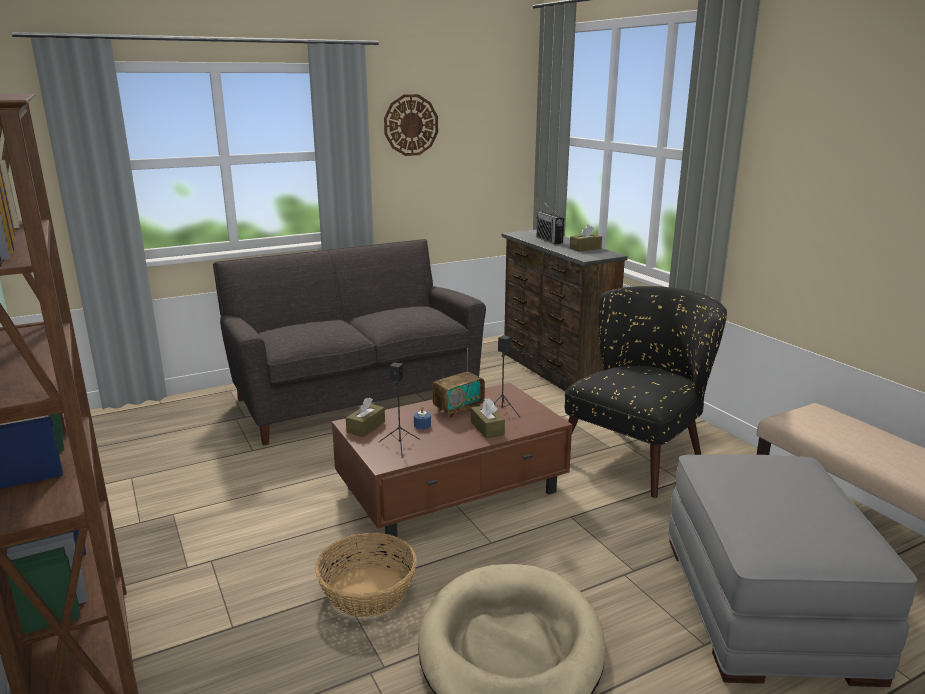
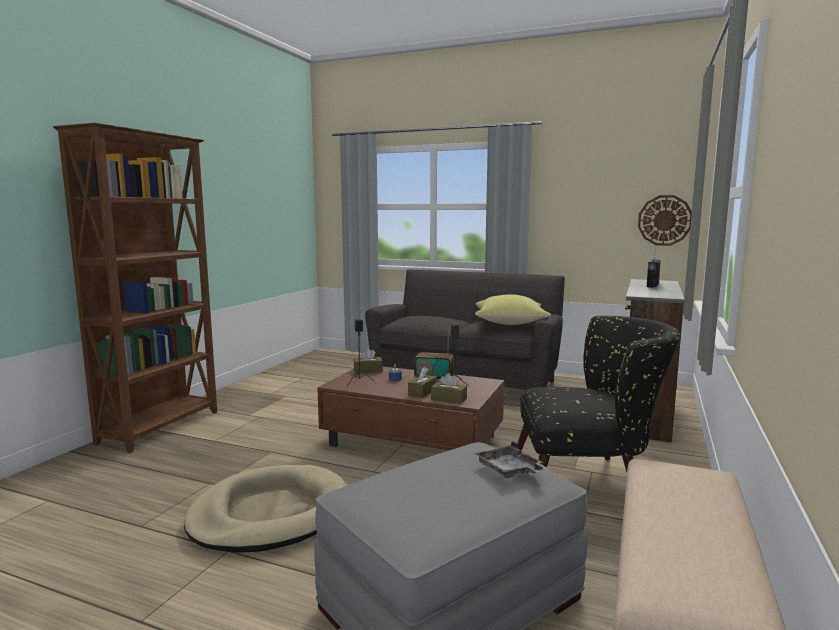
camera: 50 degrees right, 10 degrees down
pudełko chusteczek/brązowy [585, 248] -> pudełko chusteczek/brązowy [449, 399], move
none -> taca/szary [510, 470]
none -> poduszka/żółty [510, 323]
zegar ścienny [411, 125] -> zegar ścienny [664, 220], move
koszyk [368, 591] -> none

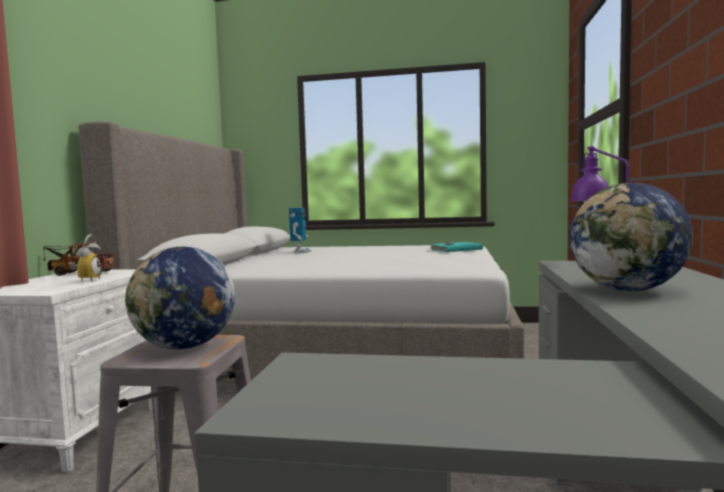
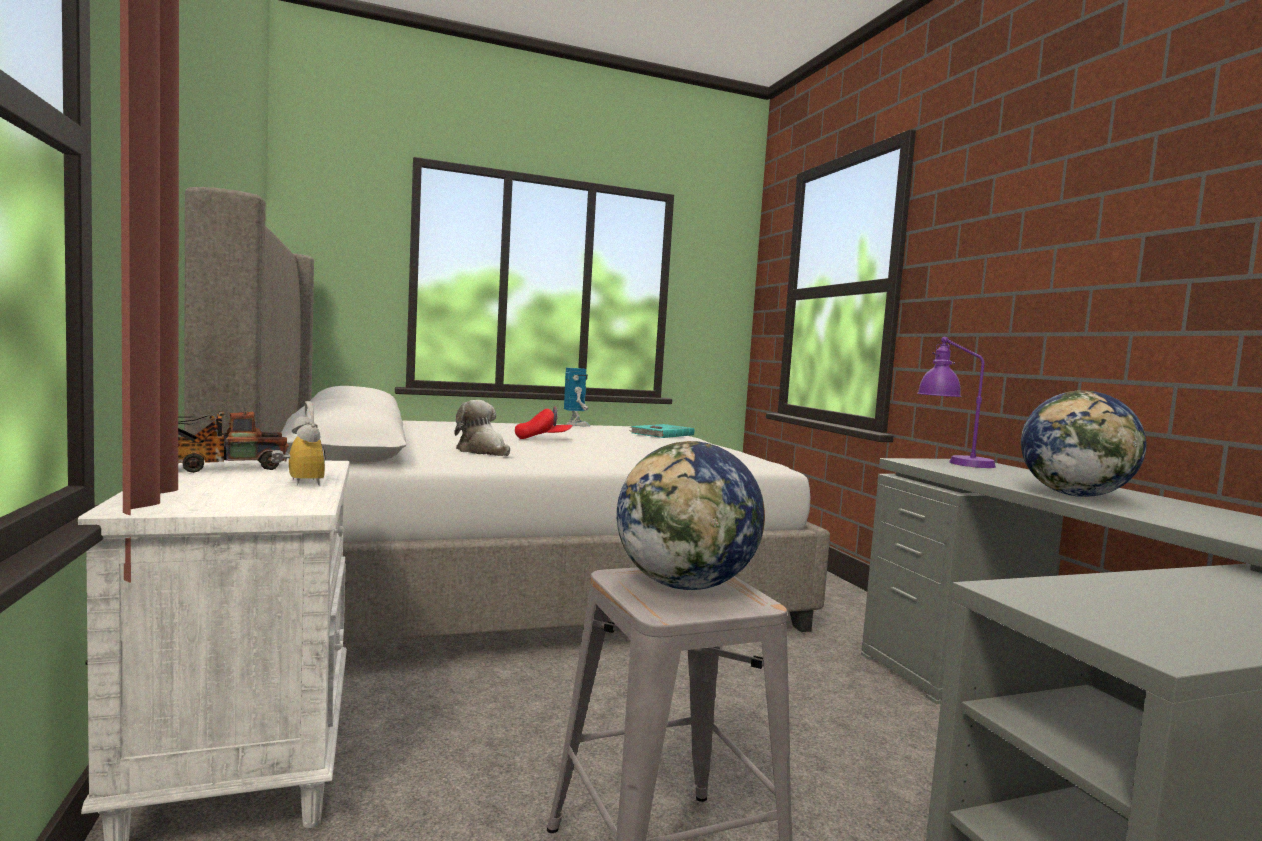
camera: 30 degrees left, 0 degrees up
none -> pluszak [483, 451]
none -> czapka z daszkiem/czerwony [543, 439]
robot zabawkowy [300, 252] -> robot zabawkowy [575, 425], move

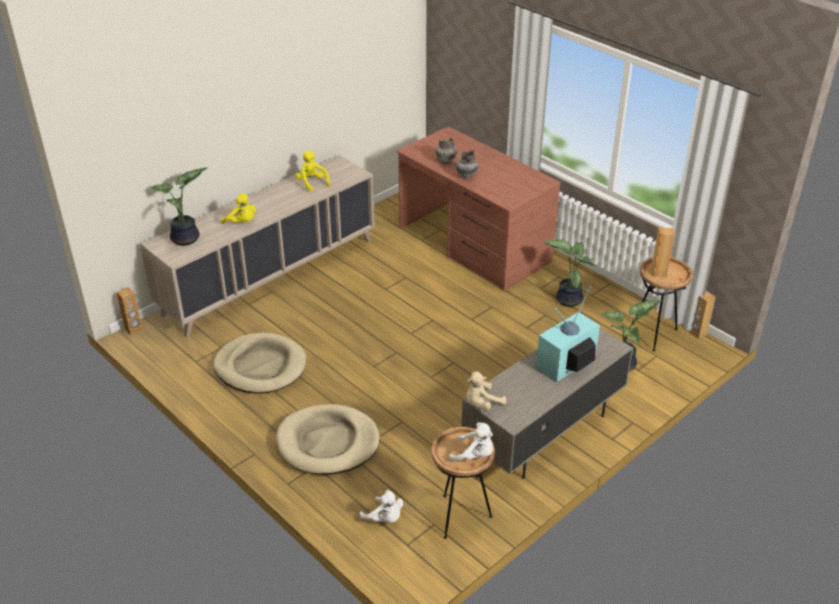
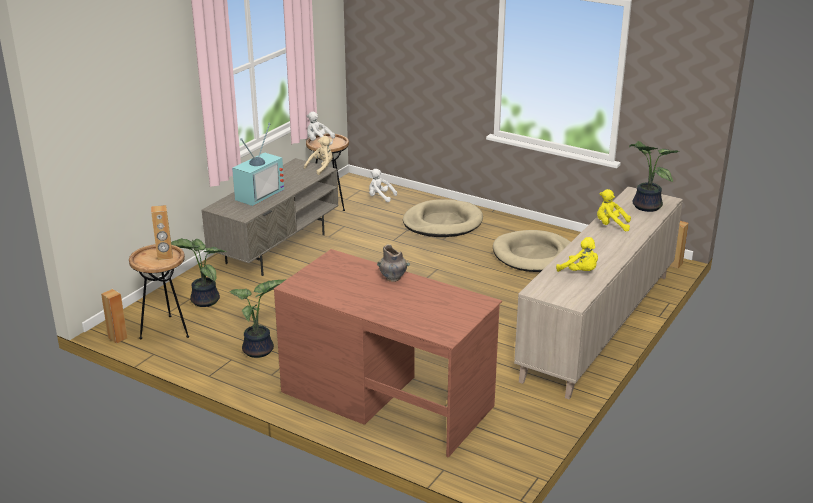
camera: 165 degrees right, 10 degrees down
wazon/szary [446, 161] -> none

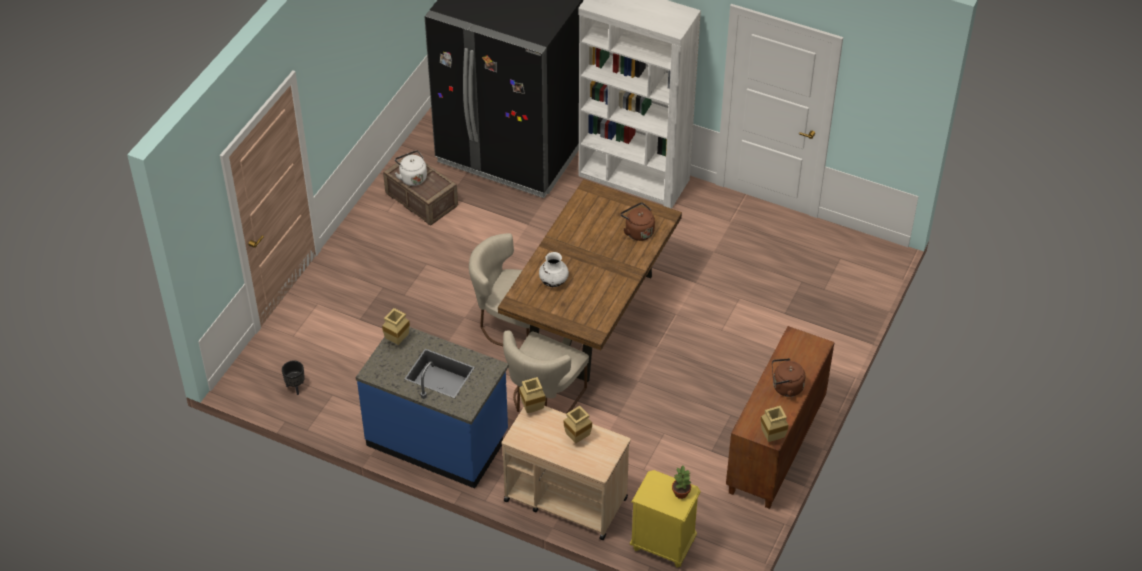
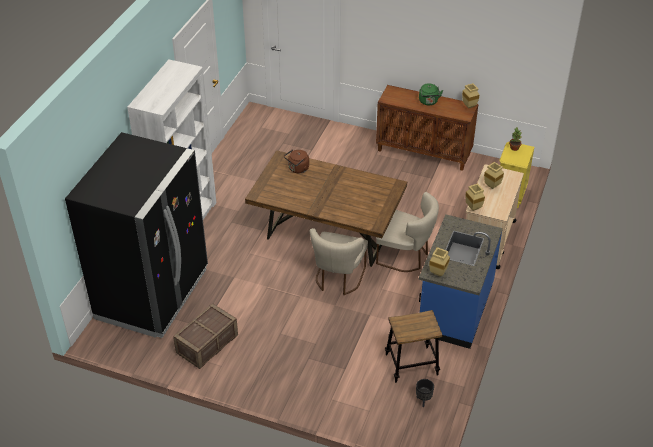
camera: 95 degrees left, 5 degrees down
none -> stołek [411, 365]
czajnik/brązowy [785, 387] -> czajnik/zielony [428, 102]
czajnik/biały [412, 177] -> none
wazon/biały [553, 282] -> none

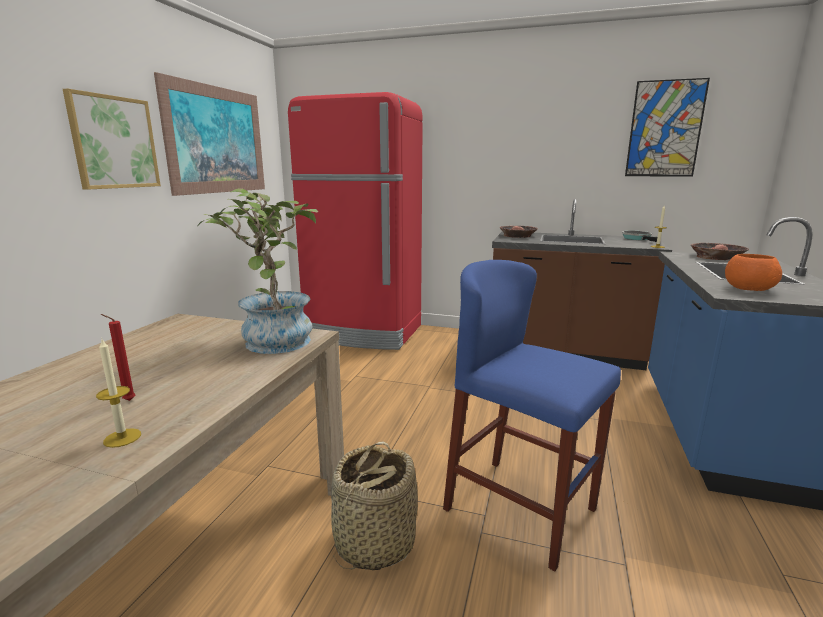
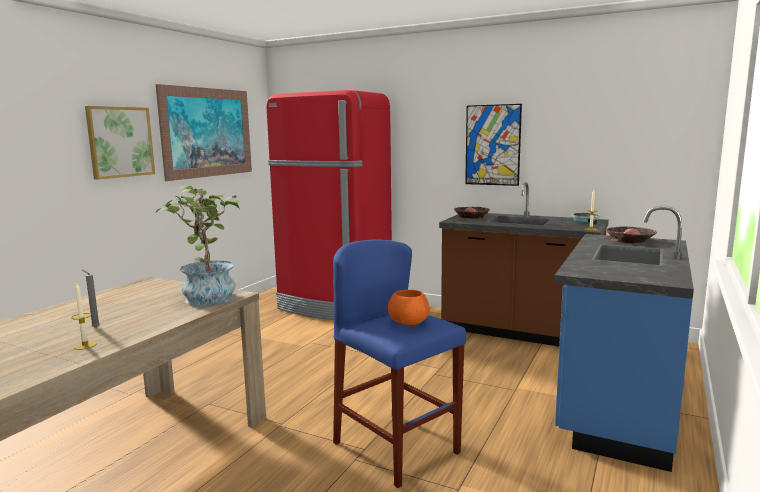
camera: 10 degrees right, 5 degrees down
świeca/czerwony [127, 401] -> świeca/szary [94, 328]
miska/pomarańczowy [748, 289] -> miska/pomarańczowy [409, 322], move
obraz [665, 129] -> obraz [492, 145], move
koszyk [374, 542] -> none

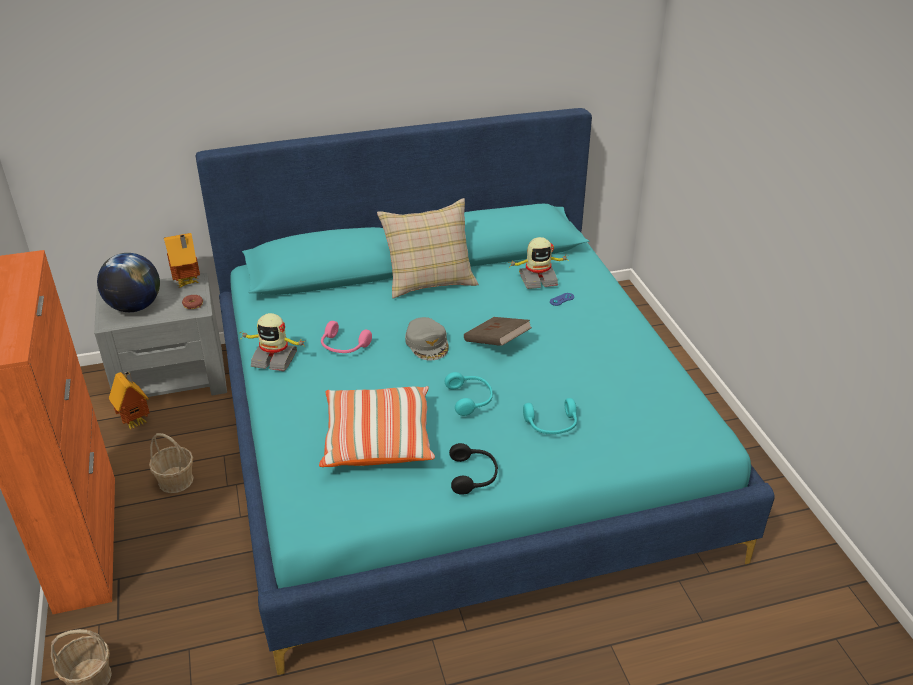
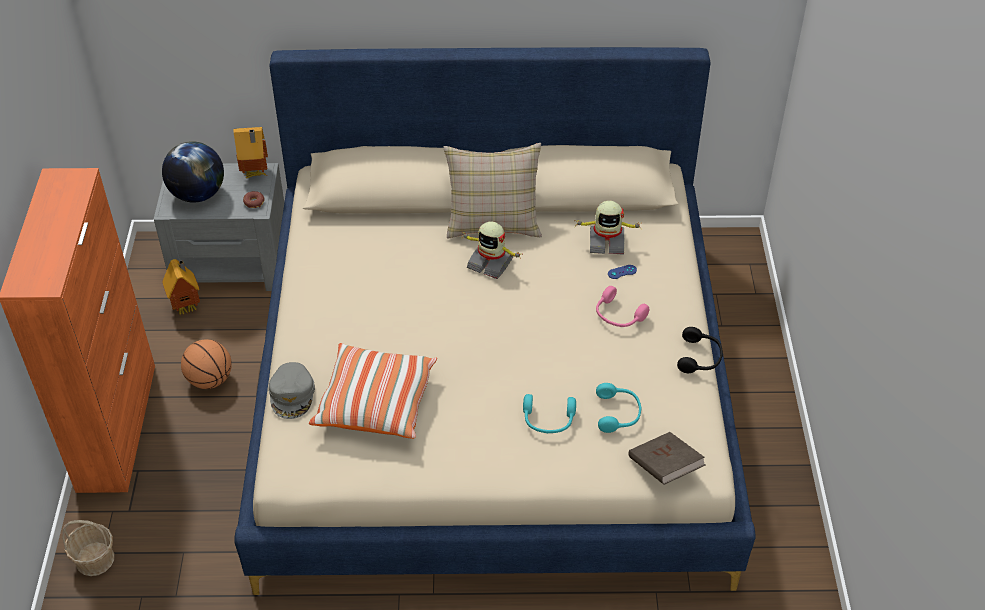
camera: 15 degrees right, 10 degrees up
koszyk [176, 480] -> piłka do koszykówki [210, 380]
łóżko/turkusowy [456, 440] -> łóżko/beżowy [492, 392]
czapka z daszkiem/szary [427, 343] -> czapka z daszkiem/szary [292, 394], move
robot zabawkowy [275, 358] -> robot zabawkowy [490, 262], move
słuchawki/różowy [343, 346] -> słuchawki/różowy [618, 316], move
słuchawki/turkusowy [470, 399] -> słuchawki/turkusowy [618, 413], move
książka/brązowy [496, 343] -> książka/brązowy [664, 468], move
słuchawki/czarny [473, 475] -> słuchawki/czarny [700, 358], move

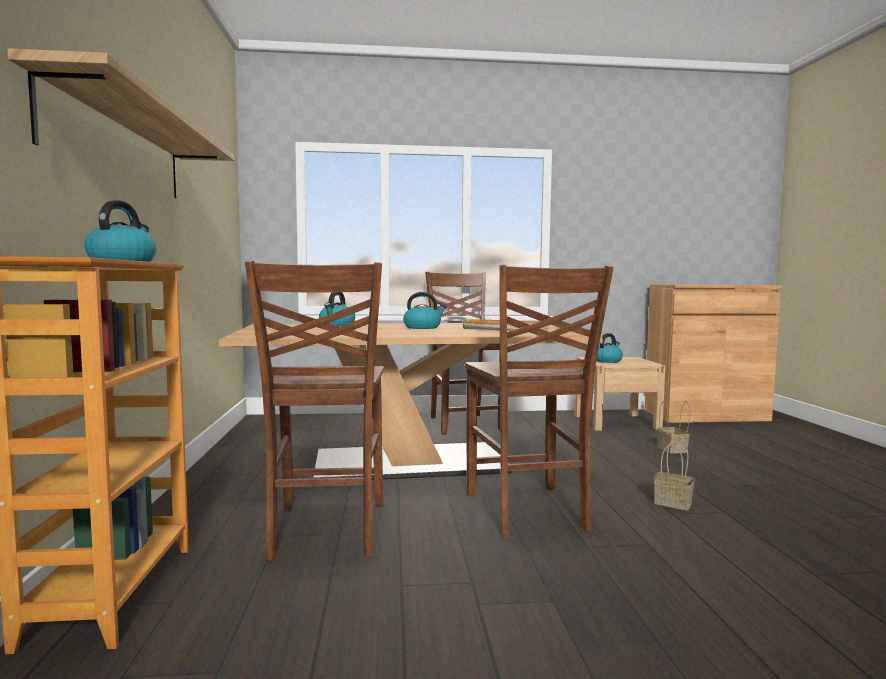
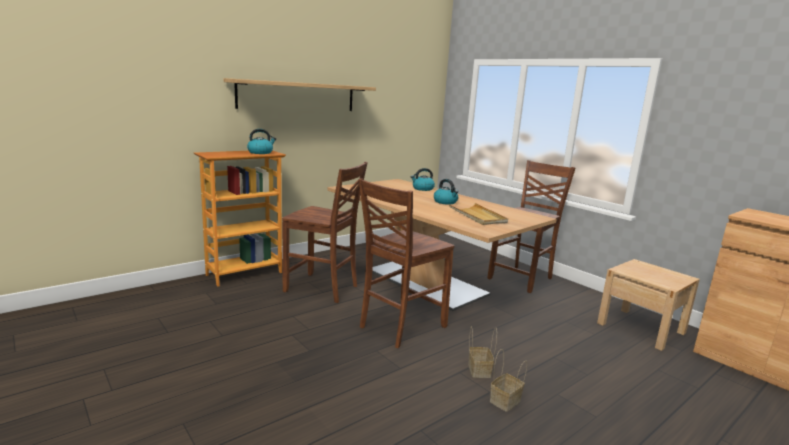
camera: 55 degrees right, 10 degrees up
krzesło/brązowy [326, 531] -> krzesło/brązowy [323, 289], 120 degrees counterclockwise
koszyk [673, 449] -> koszyk [505, 402], move
czajnik [607, 361] -> none

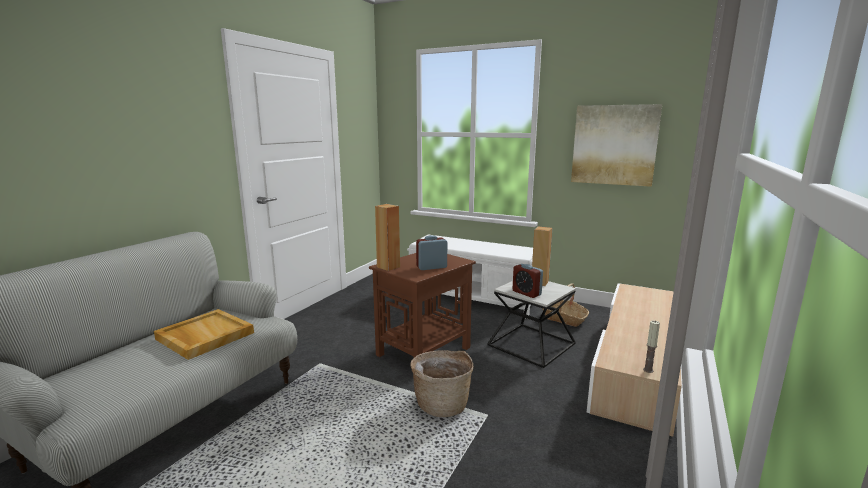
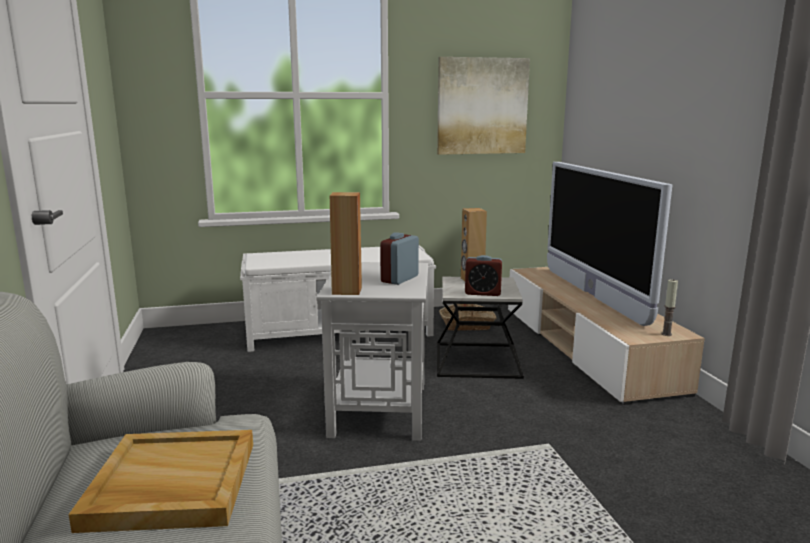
camera: 40 degrees left, 0 degrees up
stolik/brązowy [423, 351] -> stolik/biały [378, 410]
none -> telewizor [592, 295]
koszyk [442, 404] -> none

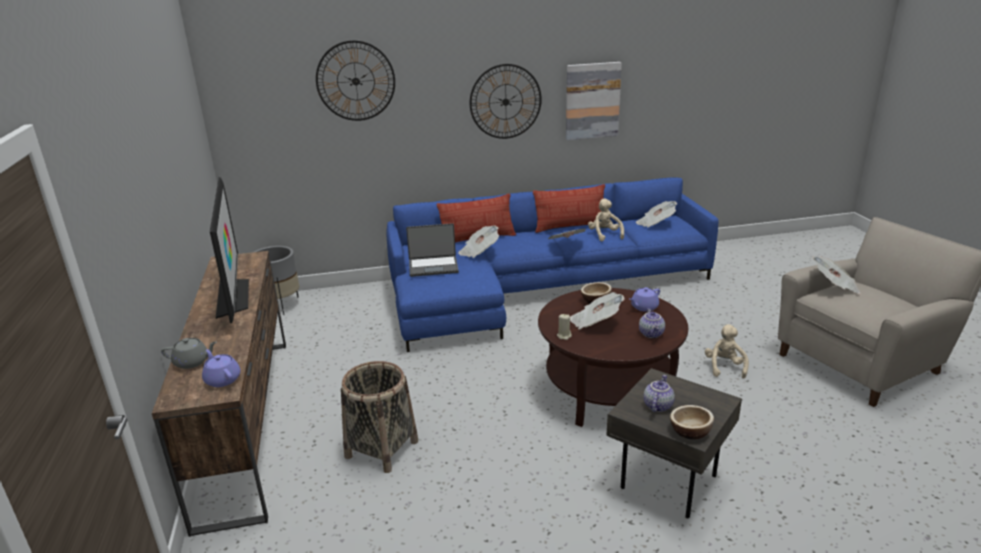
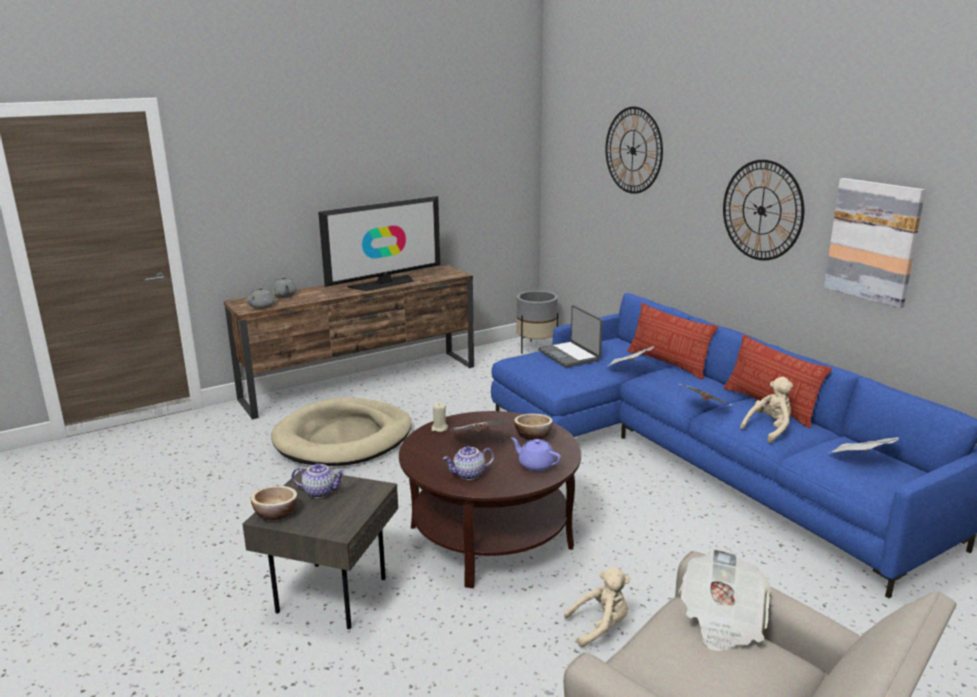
camera: 70 degrees right, 5 degrees down
imbryk/fioletowy [222, 379] -> imbryk/szary [263, 306]
koszyk [382, 449] -> legowisko/beżowy [344, 438]

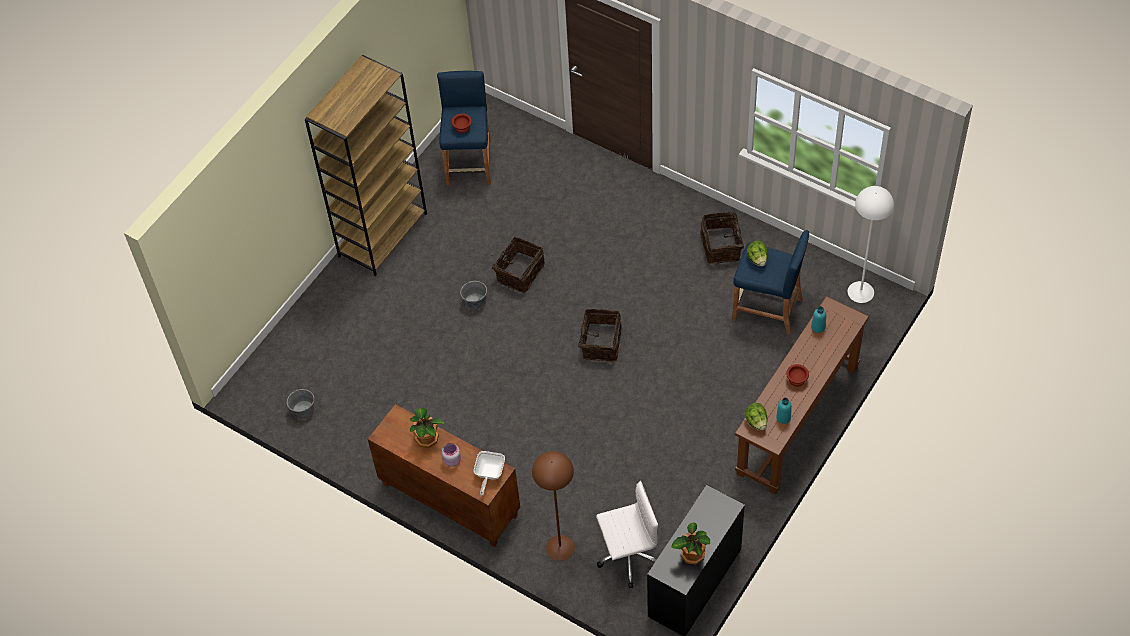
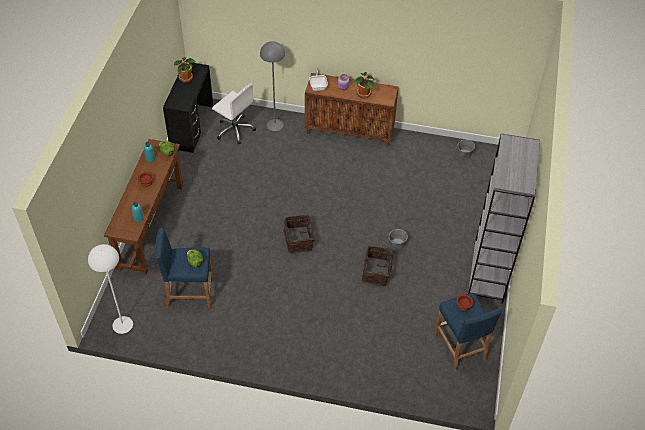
camera: 155 degrees right, 5 degrees down
krzesło biurowe/biały [627, 556] -> krzesło biurowe/biały [234, 130], 105 degrees counterclockwise
lampa stojąca/brązowy [560, 548] -> lampa stojąca/szary [275, 124]
regał/brązowy [383, 234] -> regał/szary [488, 273]
koszyk [721, 246] -> none

